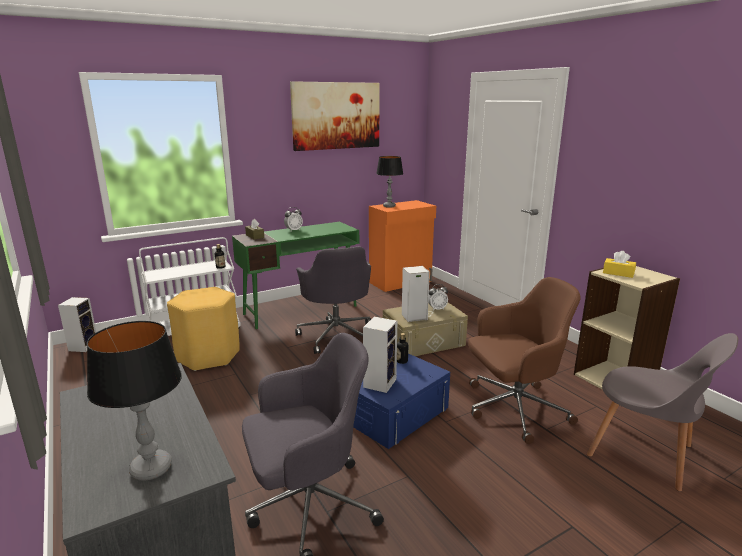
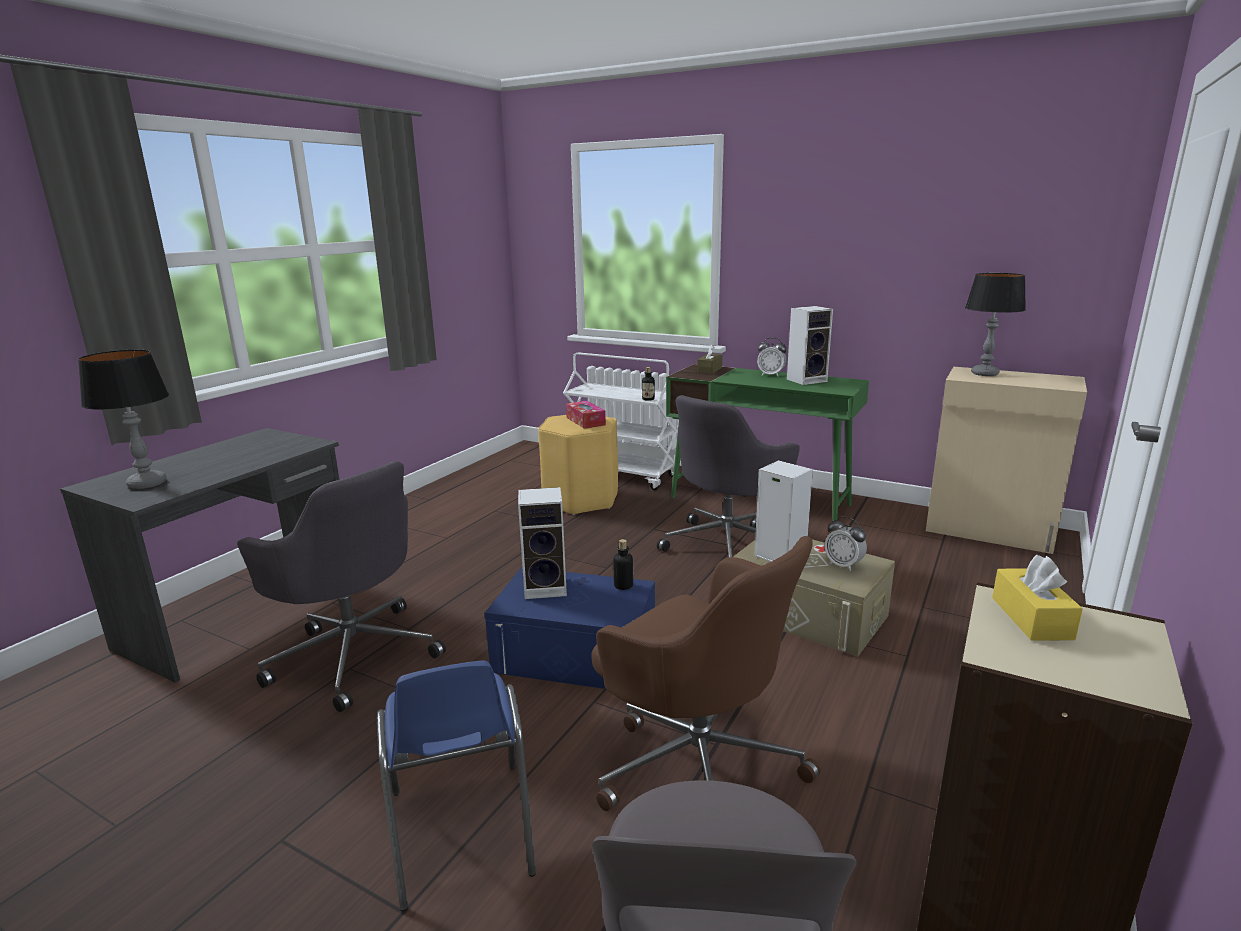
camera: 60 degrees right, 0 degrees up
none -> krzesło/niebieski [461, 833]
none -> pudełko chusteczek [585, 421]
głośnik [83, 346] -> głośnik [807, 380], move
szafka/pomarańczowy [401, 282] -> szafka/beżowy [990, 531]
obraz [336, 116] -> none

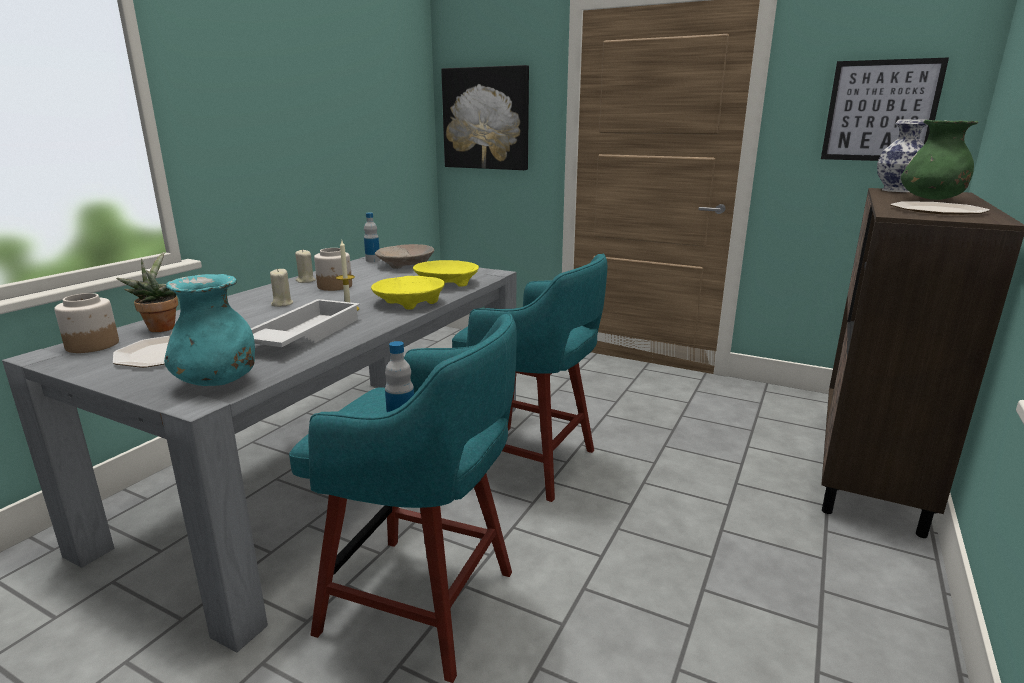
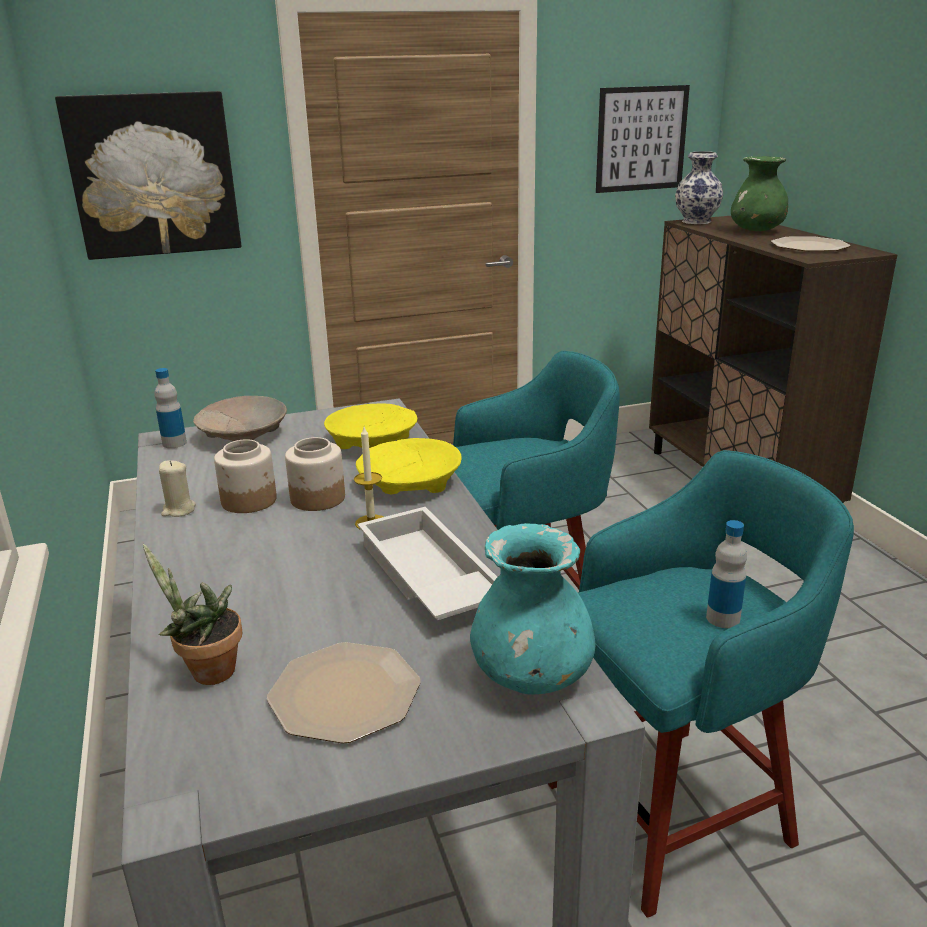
camera: 45 degrees left, 5 degrees up
słoik [92, 345] -> słoik [318, 499], move
świeca/beżowy [282, 304] -> none

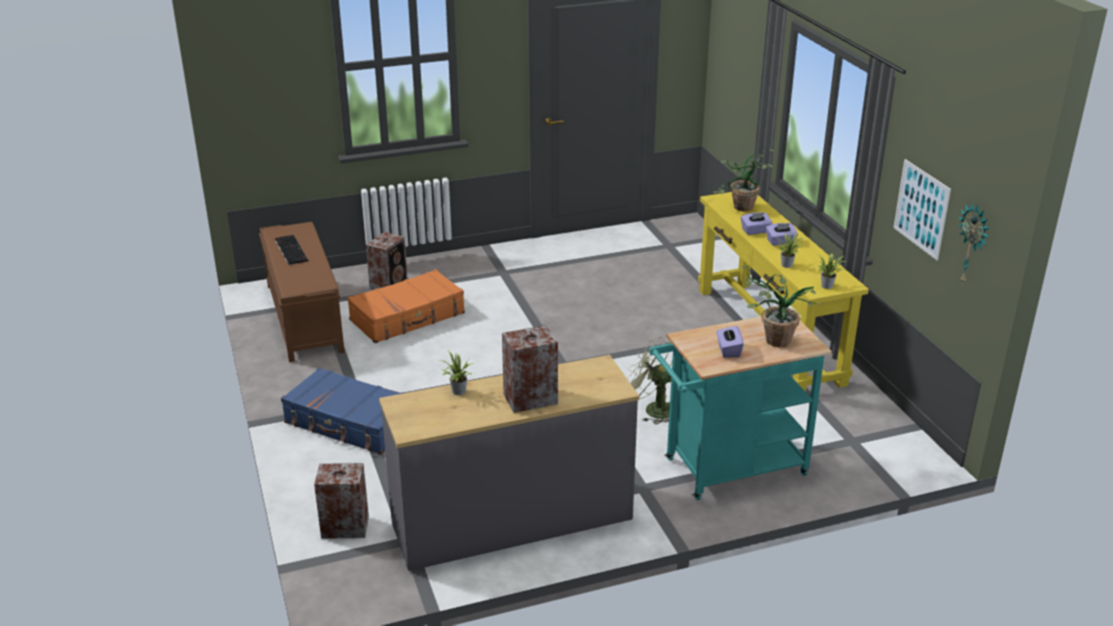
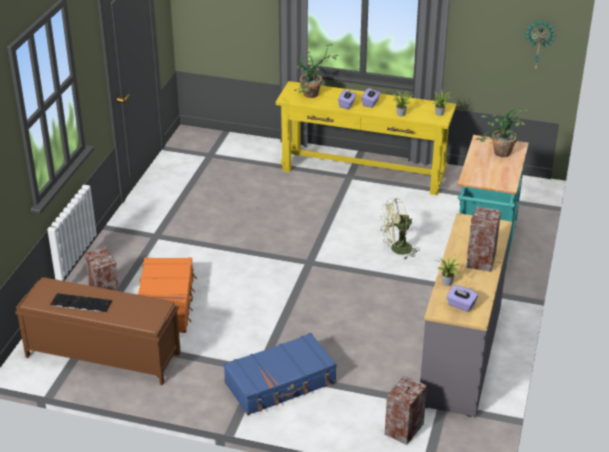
camera: 55 degrees left, 5 degrees up
pudełko chusteczek/fioletowy [728, 350] -> pudełko chusteczek/fioletowy [461, 305], move
obraz [921, 209] -> none

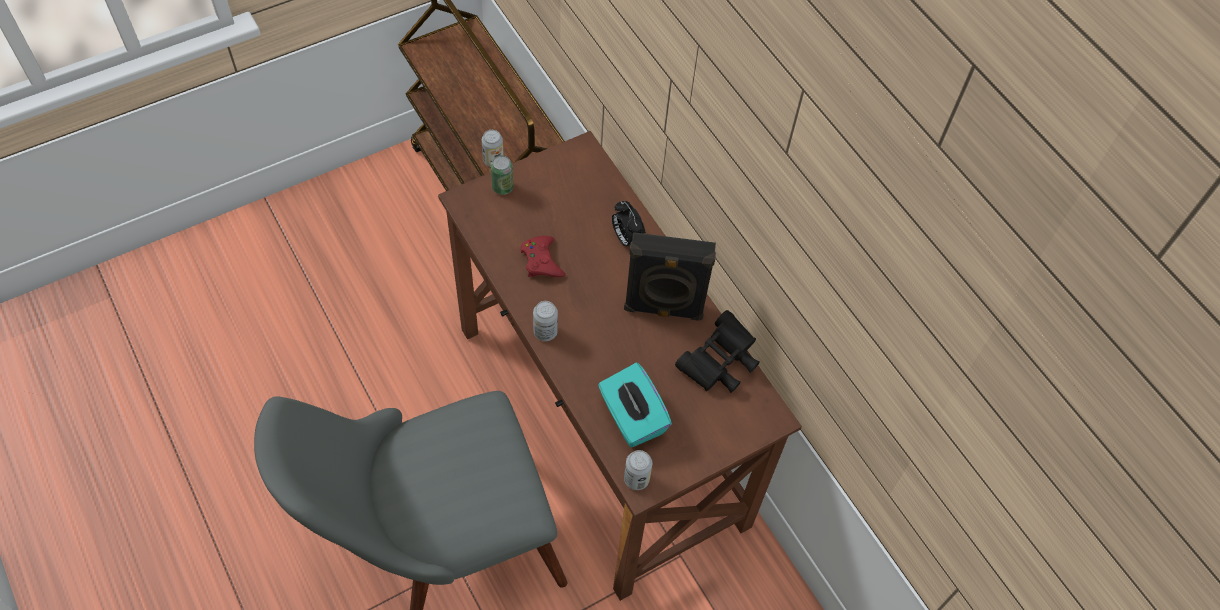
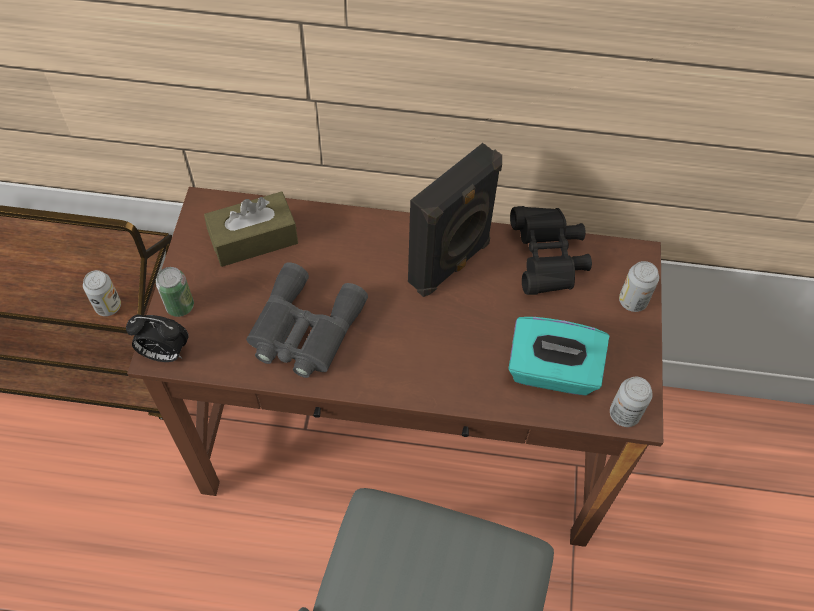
camera: 50 degrees left, 0 degrees up
budzik [626, 238] -> budzik [164, 353], move
none -> pudełko chusteczek/brązowy [254, 239]
pad do gier/czerwony [541, 261] -> lornetka/szary [303, 330]
puszka [545, 332] -> puszka [632, 301], move

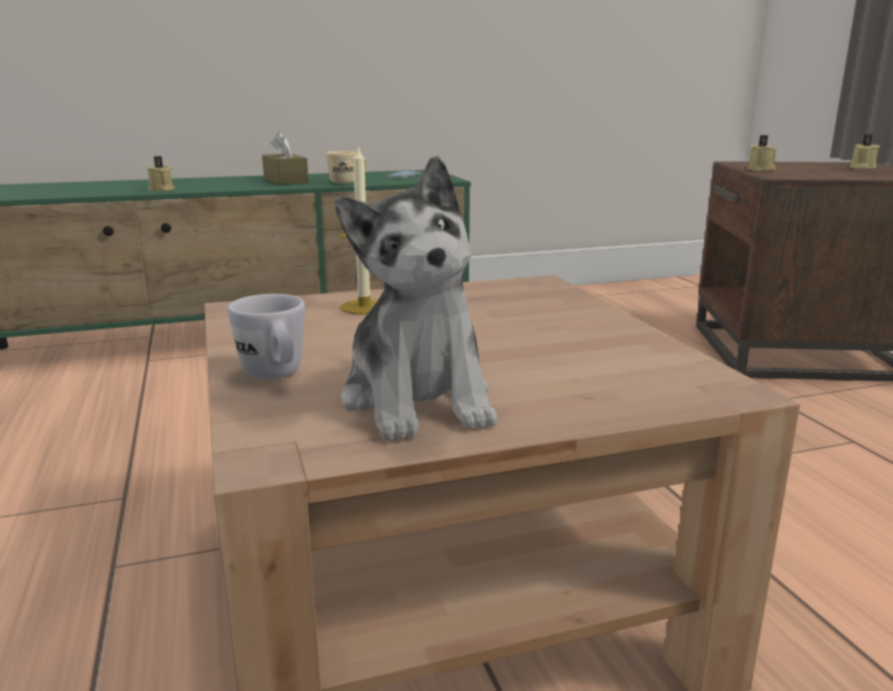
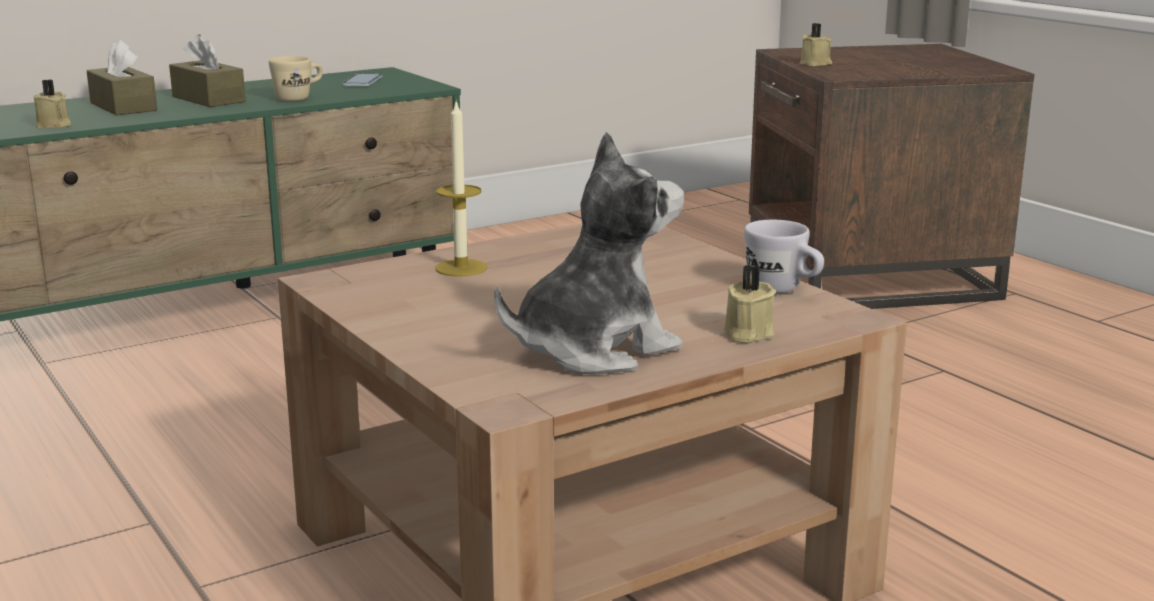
camera: 15 degrees left, 0 degrees up
none -> pudełko chusteczek/brązowy [123, 107]
pluszak [418, 400] -> pluszak [593, 350], 90 degrees counterclockwise
świeca/beżowy [861, 168] -> świeca/beżowy [746, 334], move
kubek/biały [276, 376] -> kubek/biały [783, 290], move

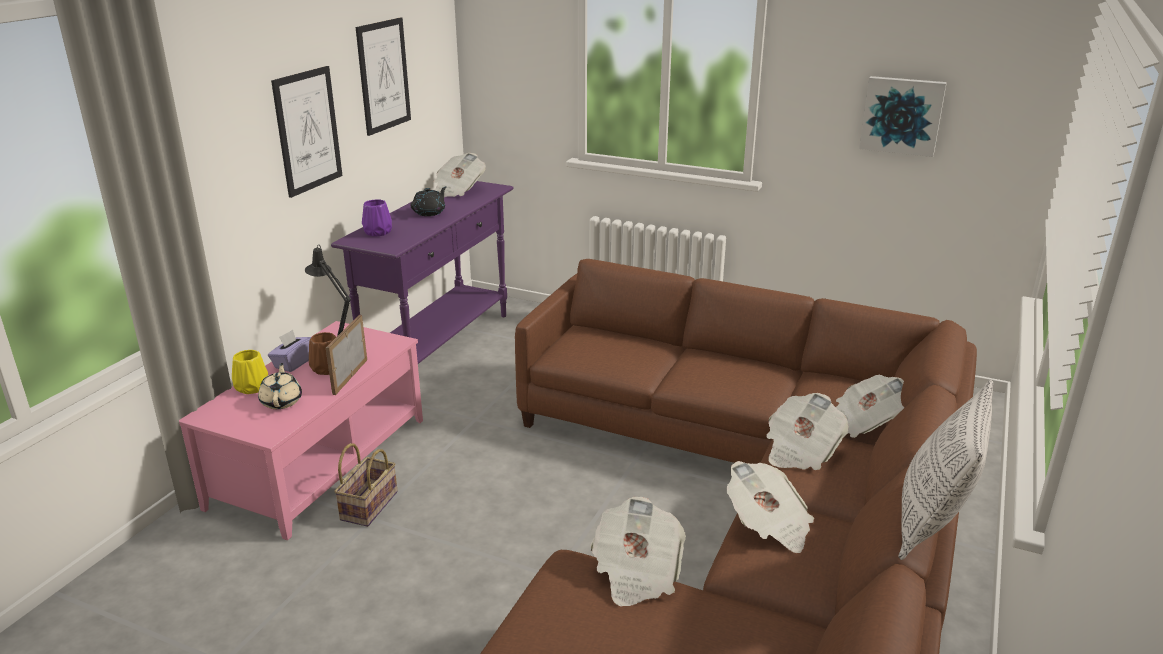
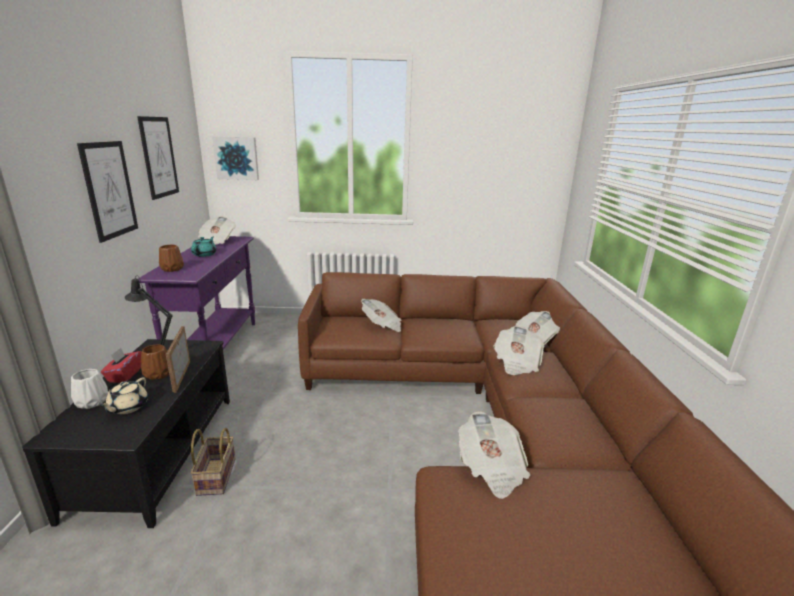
camera: 25 degrees left, 5 degrees down
ława/różowy [322, 462] -> ława/czarny [158, 452]
wazon/żółty [253, 387] -> wazon/biały [93, 401]
imbryk/beżowy [282, 401] -> imbryk/beżowy [127, 407], 135 degrees counterclockwise
pudełko chusteczek/fioletowy [293, 363] -> pudełko chusteczek/czerwony [124, 375]
wazon/fioletowy [377, 232] -> wazon/brązowy [171, 269]
imbryk/czarny [430, 212] -> imbryk/turkusowy [205, 254]
obraz [902, 115] -> obraz [237, 158], move
gazeta [768, 525] -> gazeta [382, 325], move
poduszka [932, 523] -> none

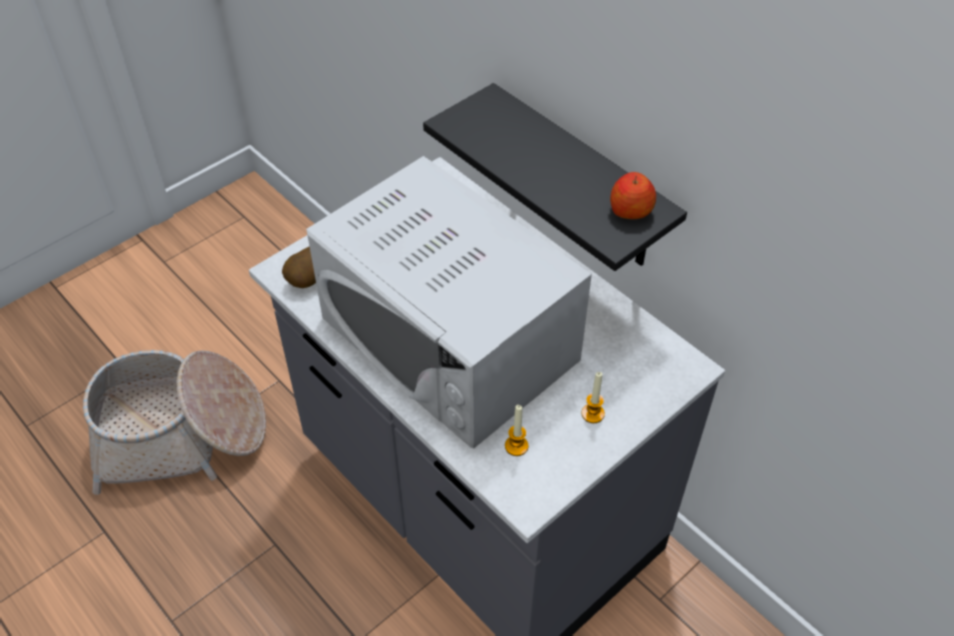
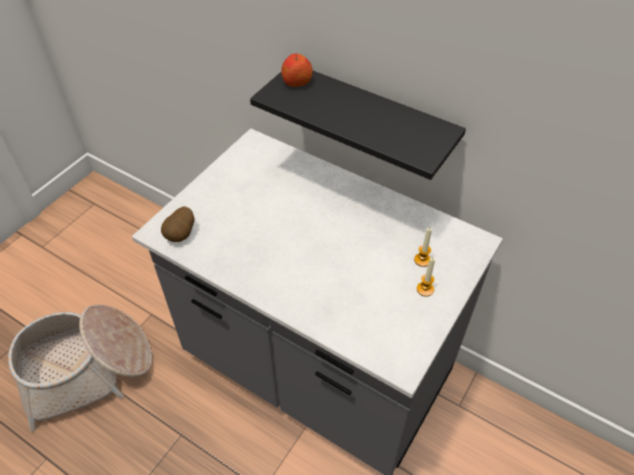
camera: 15 degrees left, 0 degrees up
jabłko [630, 210] -> jabłko [297, 81], move
świeca [516, 446] -> świeca [422, 260], move
mikrofalówka/biały [449, 338] -> none

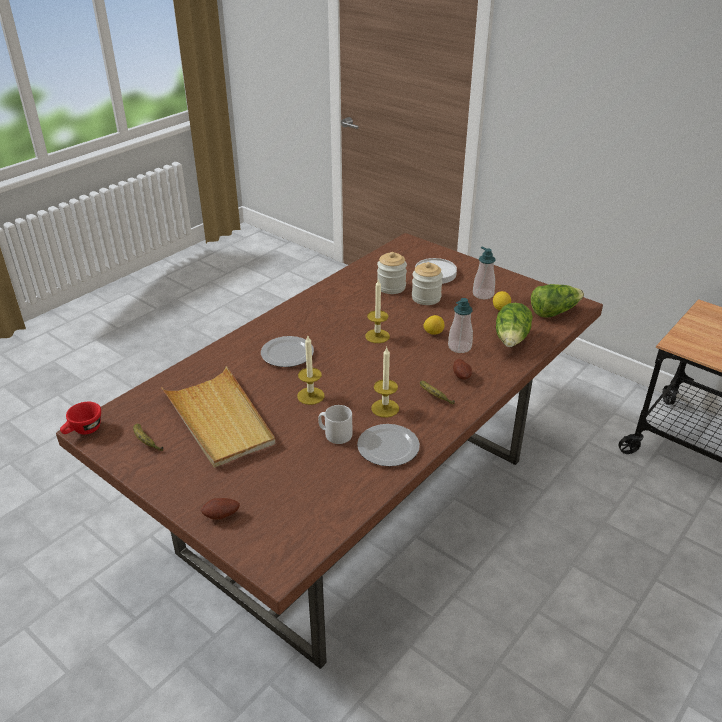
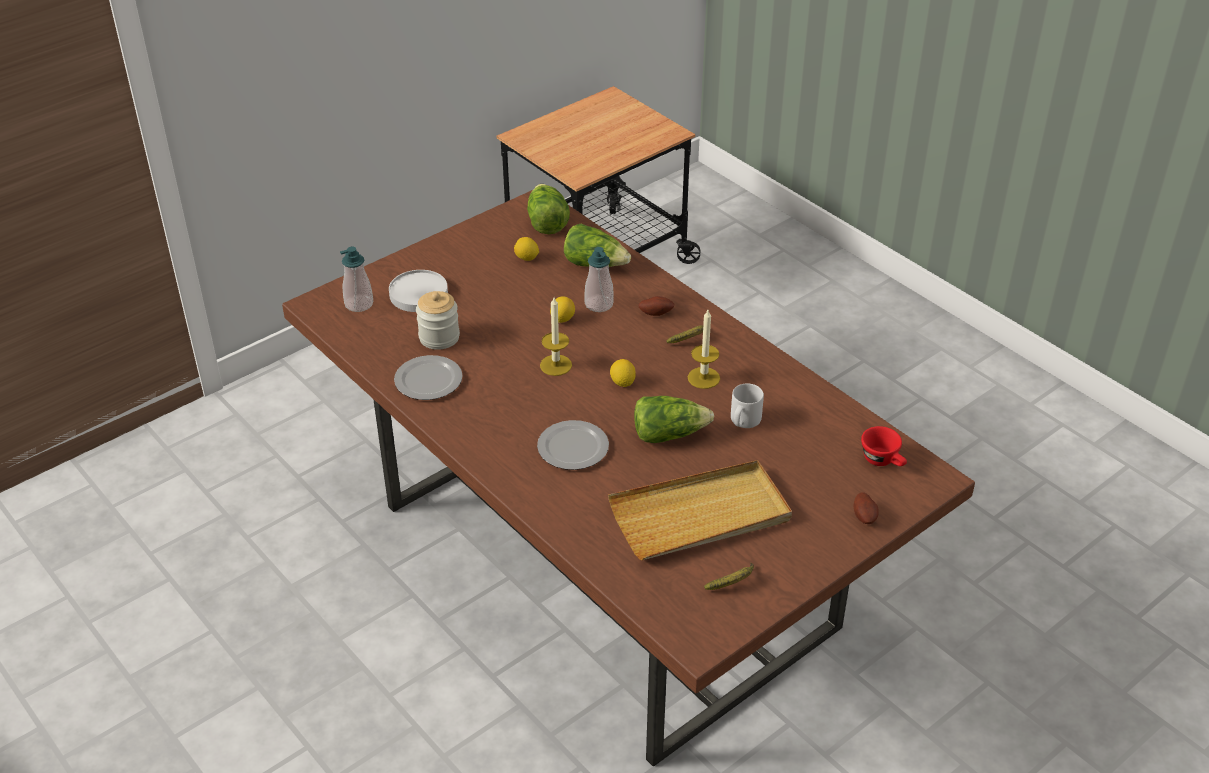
camera: 80 degrees left, 5 degrees up
dozownik mydła [483, 294] -> dozownik mydła [359, 304], move
talerz [389, 447] -> talerz [428, 379], move
none -> cytryna [622, 382]
świeca [310, 396] -> sałata [668, 434]
filiżanka/czerwony [83, 431] -> filiżanka/czerwony [883, 461], move
słoik [426, 298] -> none

